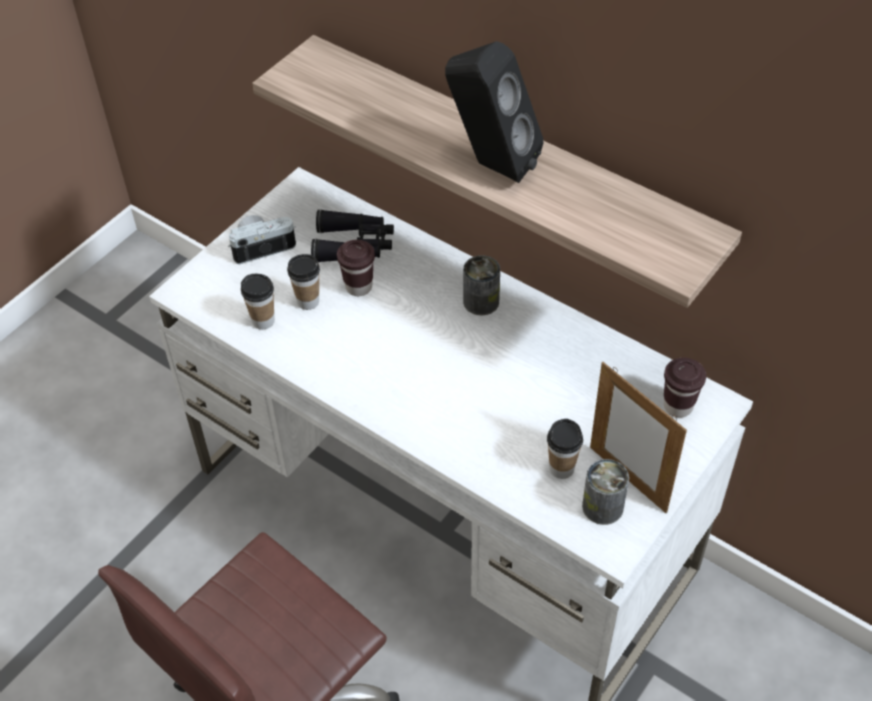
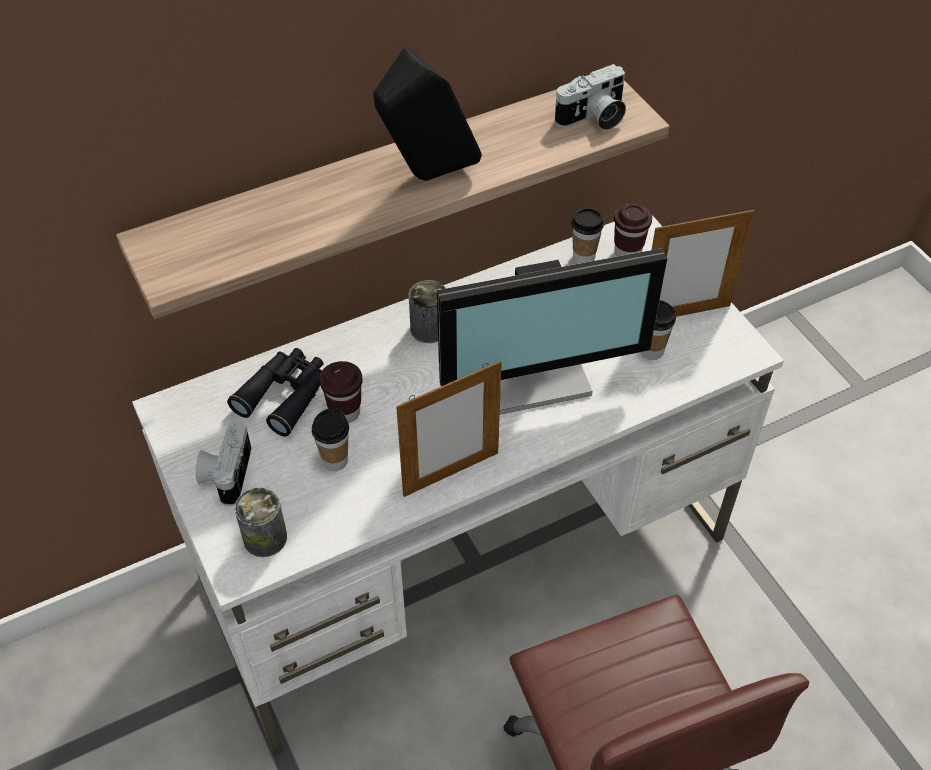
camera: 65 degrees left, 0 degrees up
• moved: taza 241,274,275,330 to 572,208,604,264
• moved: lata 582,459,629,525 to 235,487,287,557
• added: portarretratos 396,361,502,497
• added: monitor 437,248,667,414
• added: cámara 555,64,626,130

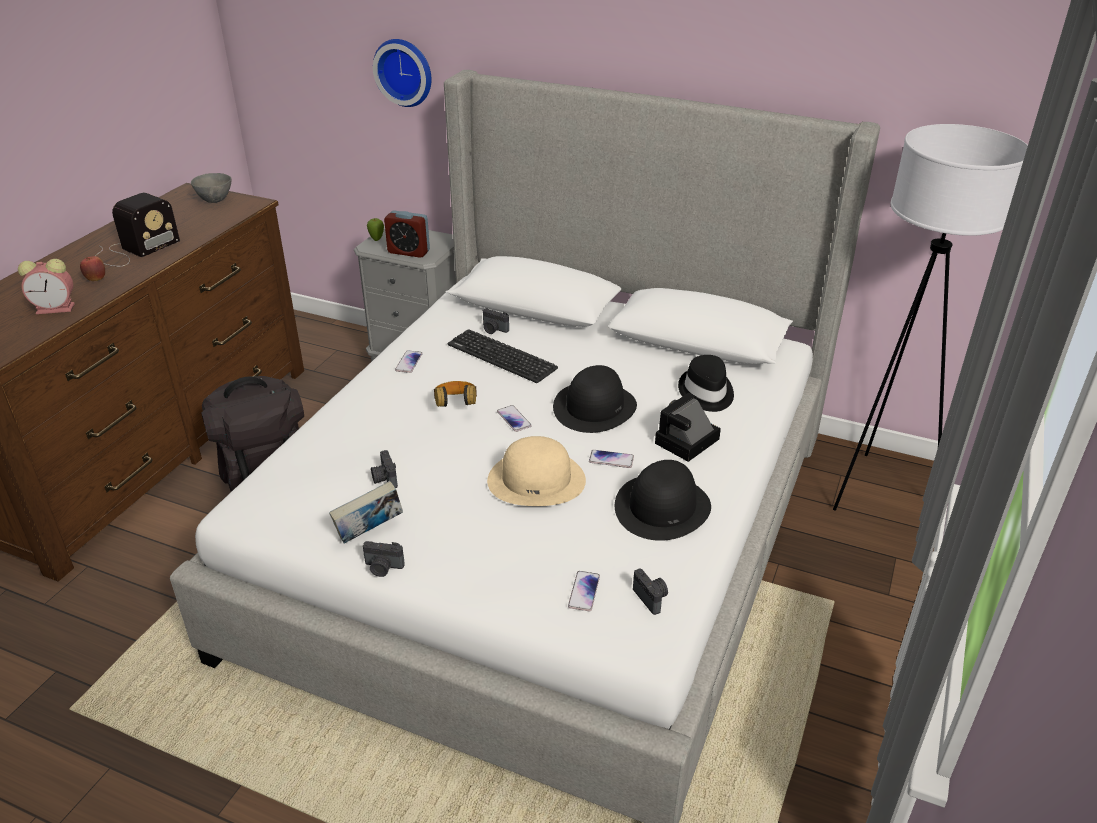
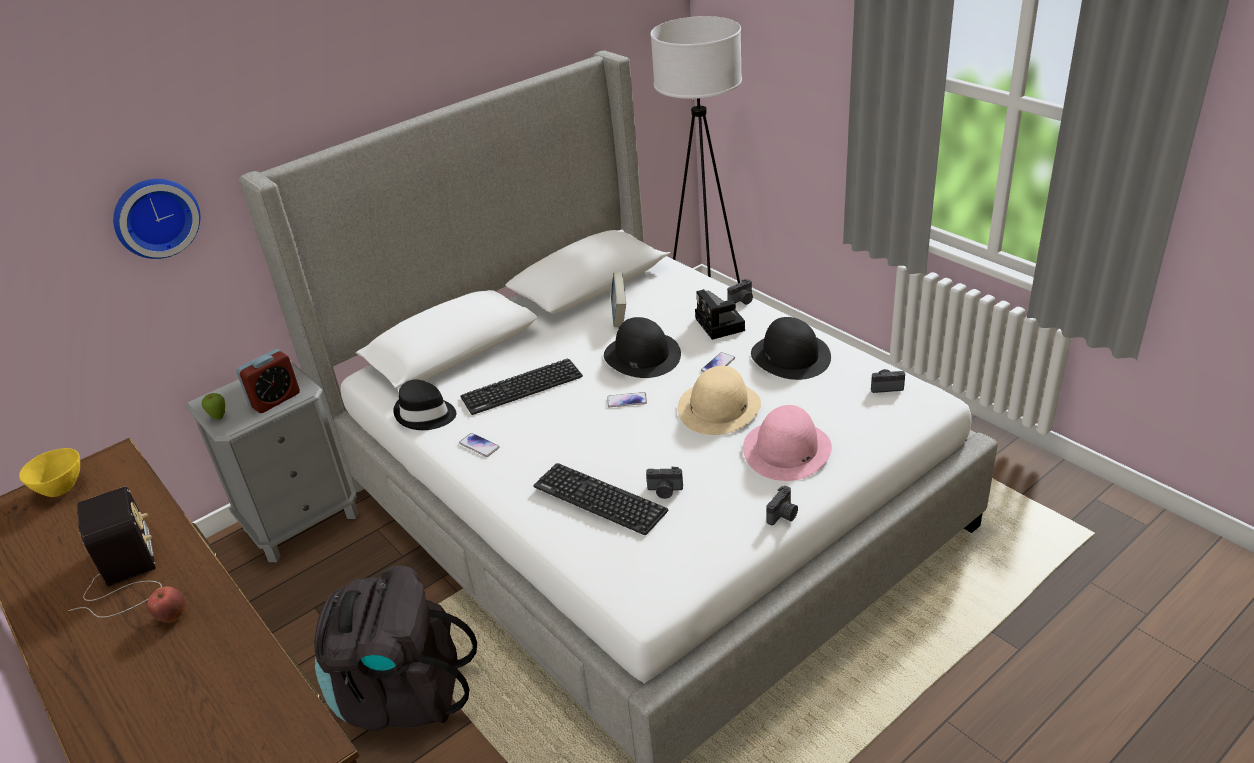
camera: 60 degrees left, 0 degrees up
• removed: despertador 18,259,75,314
• recoloured: cuenco (gris) 191,173,231,203 to cuenco (amarillo) 19,448,80,497
• moved: libro 329,481,403,544 to 611,272,626,327
• removed: auriculares 434,381,477,407
• moved: cámara 483,308,509,334 to 727,279,753,305
• removed: móvil 568,571,600,611
• moved: sombrero (negro) 678,355,734,412 to 393,379,456,430
• added: teclado 533,463,668,535
• added: sombrero (rosa) 743,405,832,481

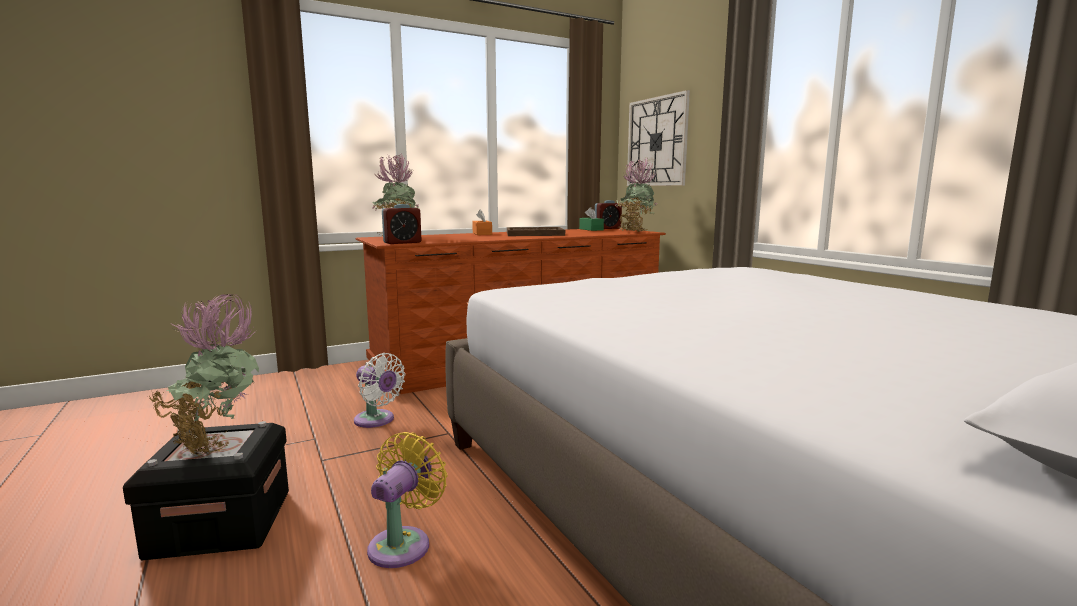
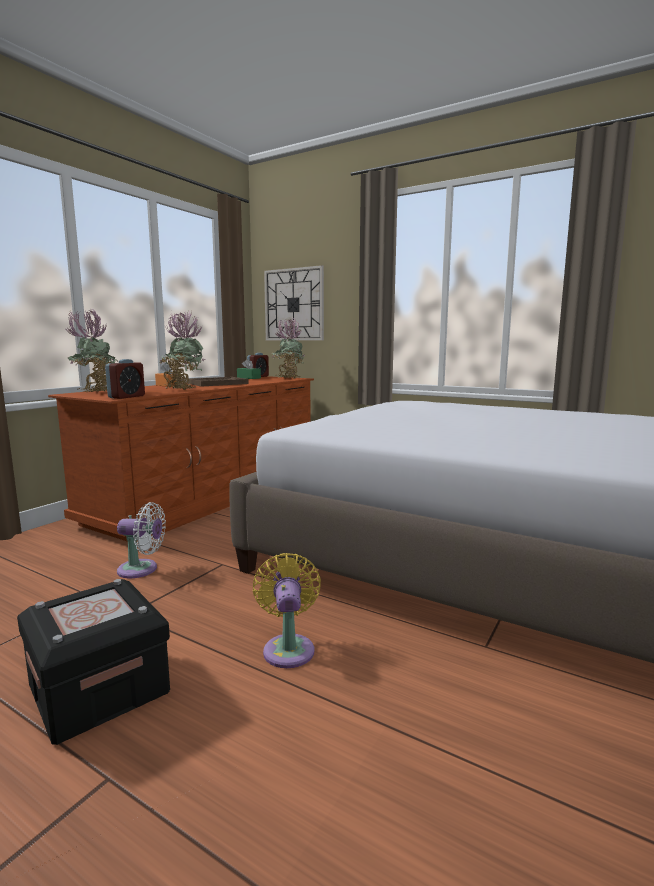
camera: 30 degrees left, 0 degrees up
• moved: planta en maceta 148,294,259,456 to 159,310,205,390

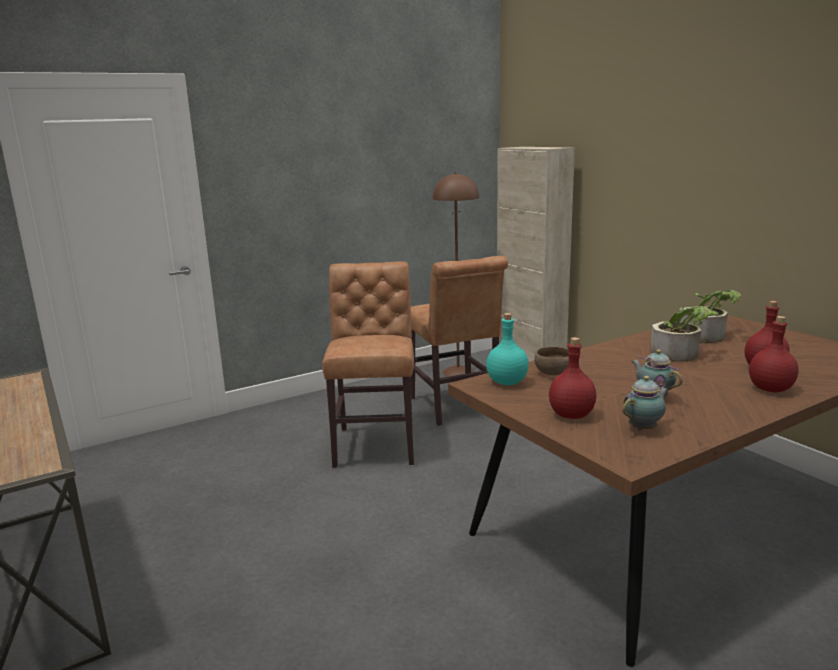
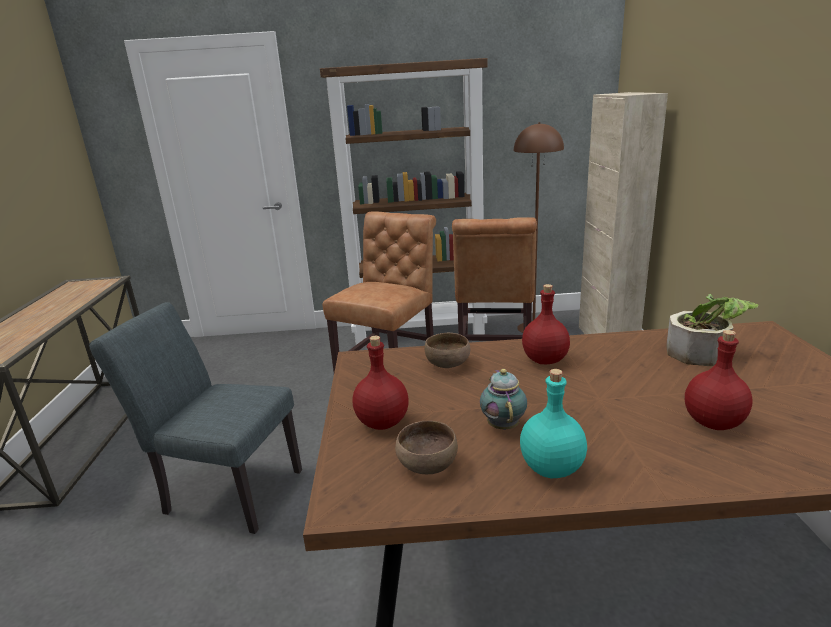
camera: 30 degrees right, 5 degrees up
• moved: botella (turquesa) 486,313,529,385 to 520,369,587,478
• replaced: tetera 623,376,668,431 to cuenco (marrón) 395,421,458,474
• removed: planta en maceta 650,306,718,362
• moved: botella (rojo) 749,316,799,393 to 522,284,570,364
• added: silla (gris) 89,302,302,534
• added: estantería (marrón) 320,58,488,345

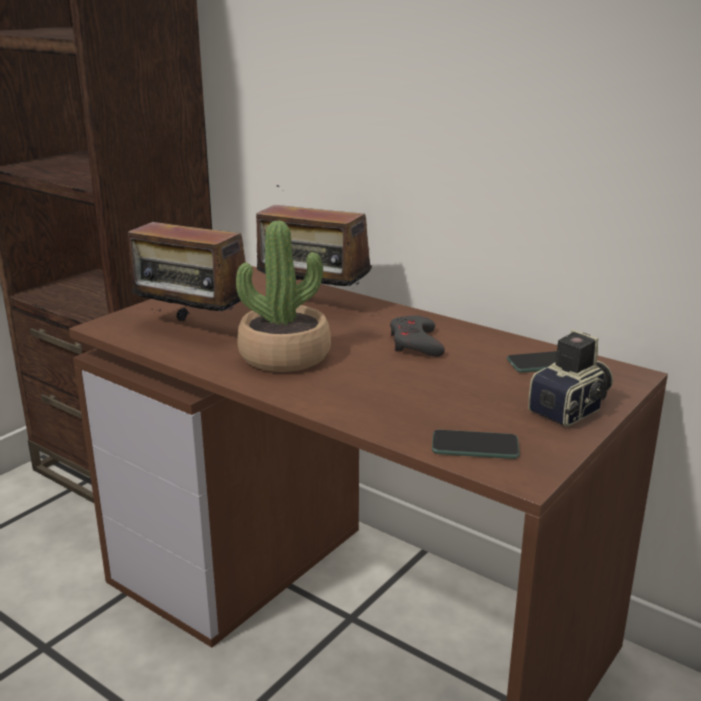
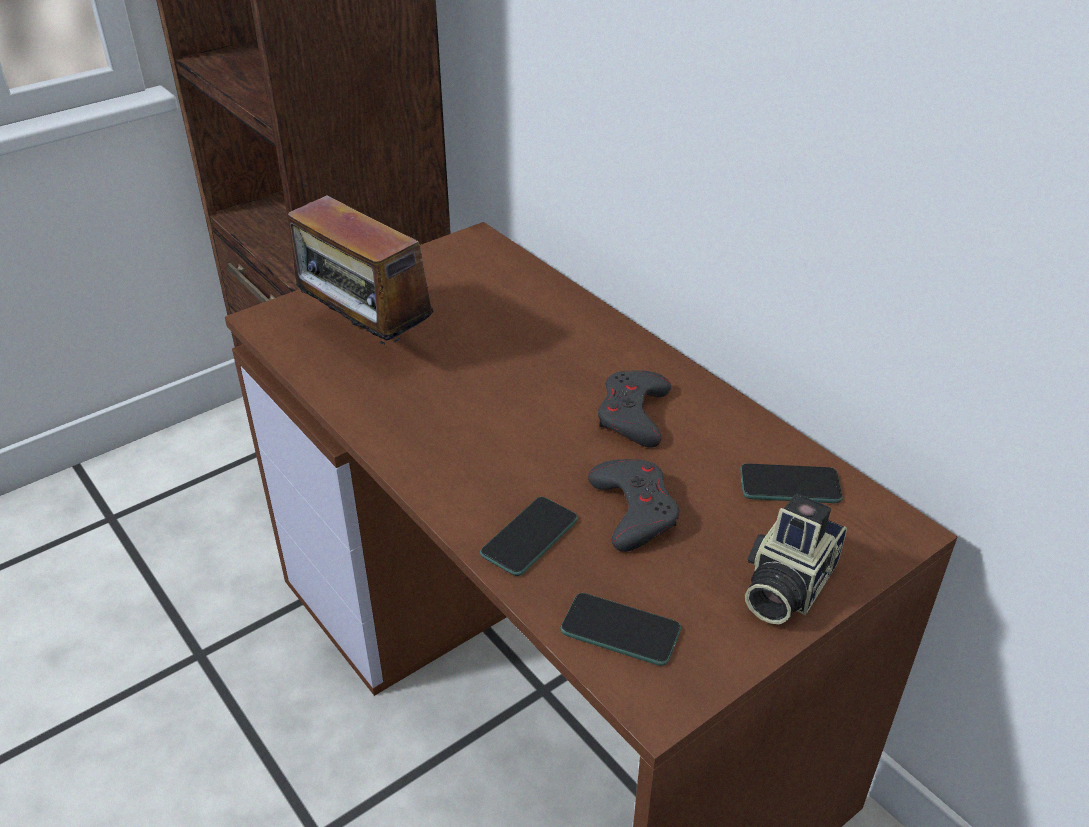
camera: 15 degrees right, 15 degrees up
• removed: planta en maceta 236,221,331,372
• removed: radio 256,185,372,286
• turned: cámara 528,330,613,427 = 745,494,847,624 150 degrees clockwise
• added: móvil 480,497,578,576
• added: mando de consola (gris) 588,459,679,552

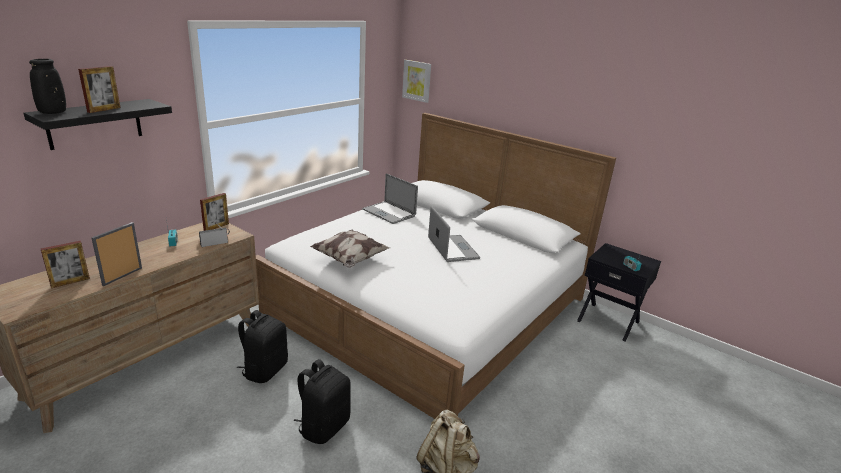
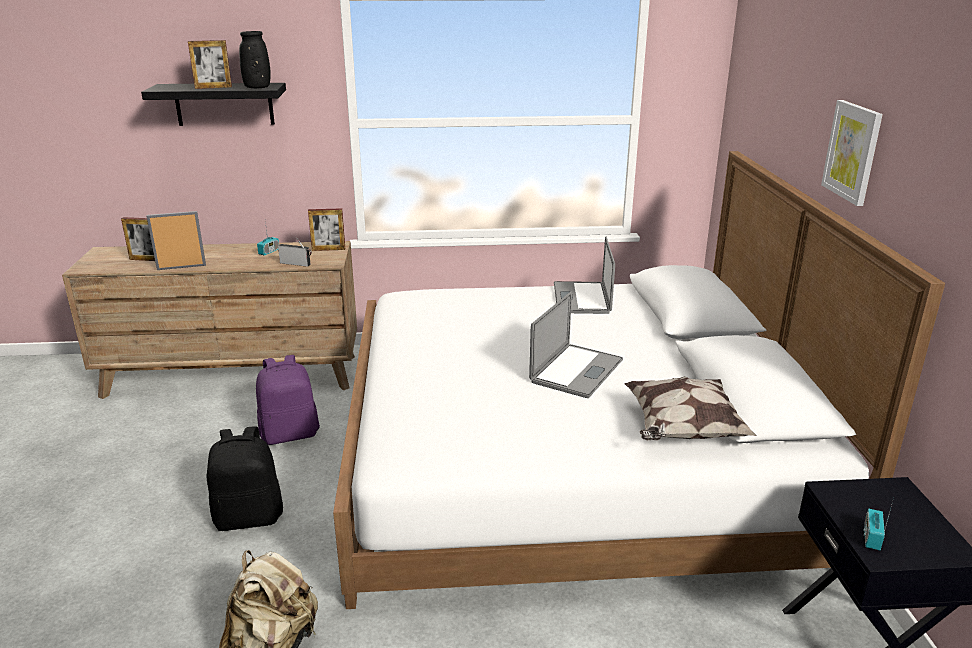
camera: 50 degrees right, 0 degrees up
• moved: florero (negro) 29,59,66,114 to 239,31,271,88
• recoloured: mochila (negro) 237,310,288,383 to mochila (morado) 256,355,320,445
• moved: cojín 310,229,390,268 to 624,376,757,440
• moved: cuadro 402,60,431,103 to 821,100,883,206

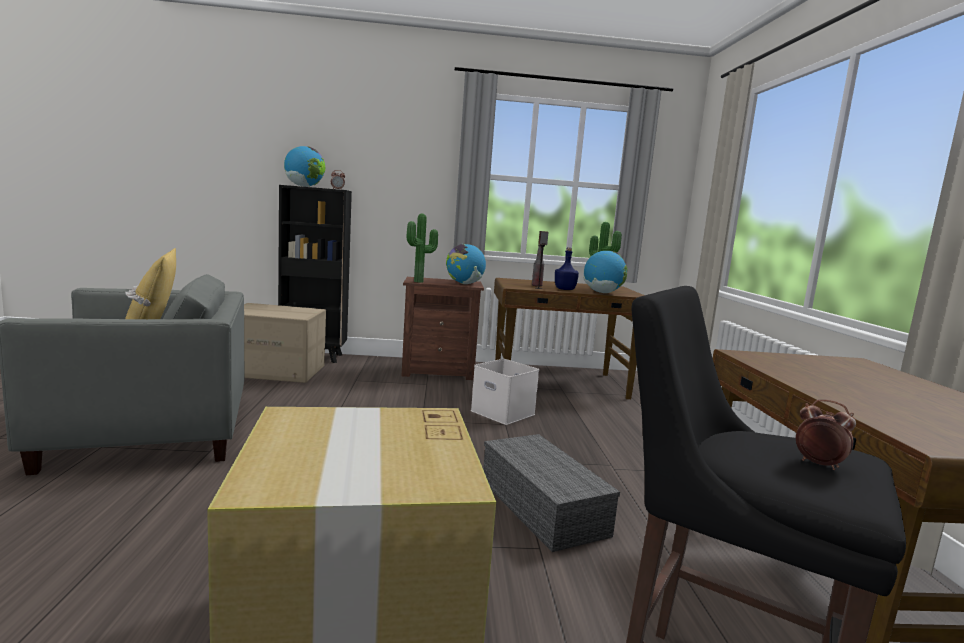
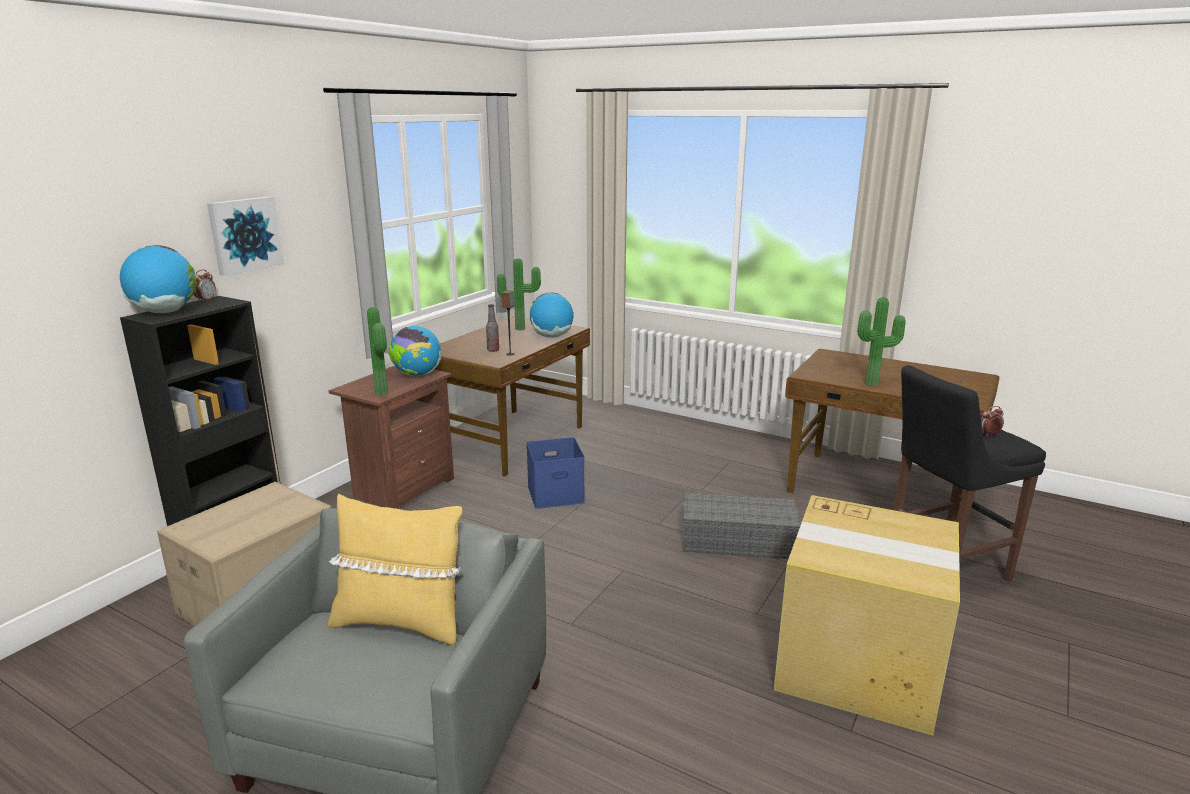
camera: 55 degrees left, 10 degrees up
• recoloured: caja de almacenaje (blanco) 471,359,539,425 to caja de almacenaje (azul) 526,437,585,509
• removed: botella (azul) 555,247,579,290
• added: cuadro 207,196,284,276
• added: planta en maceta 857,297,906,386

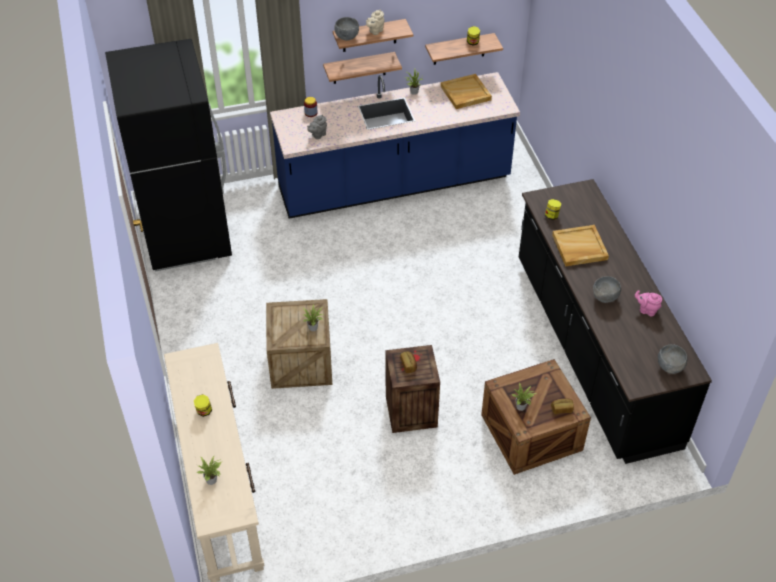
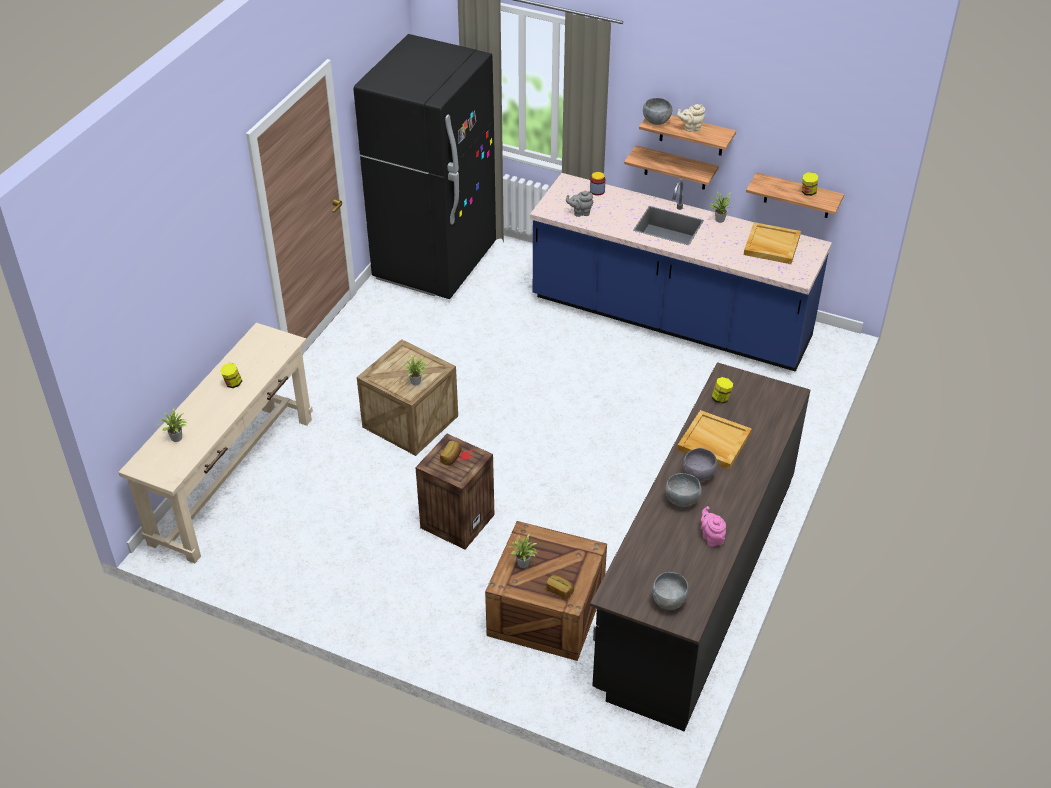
camera: 40 degrees right, 5 degrees down
• added: cuenco (gris) 683,448,718,482

